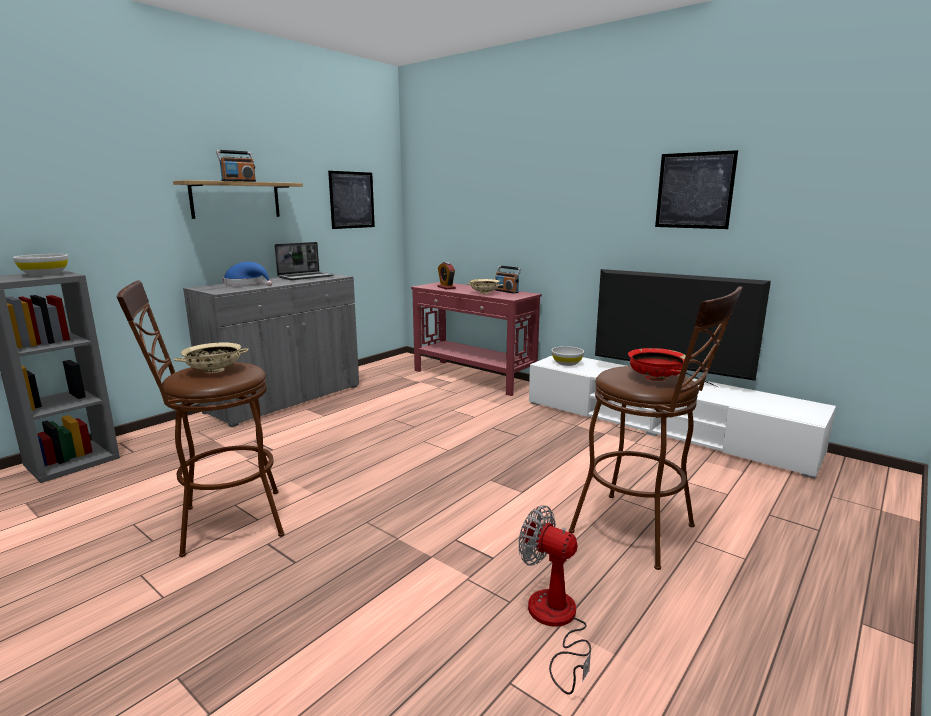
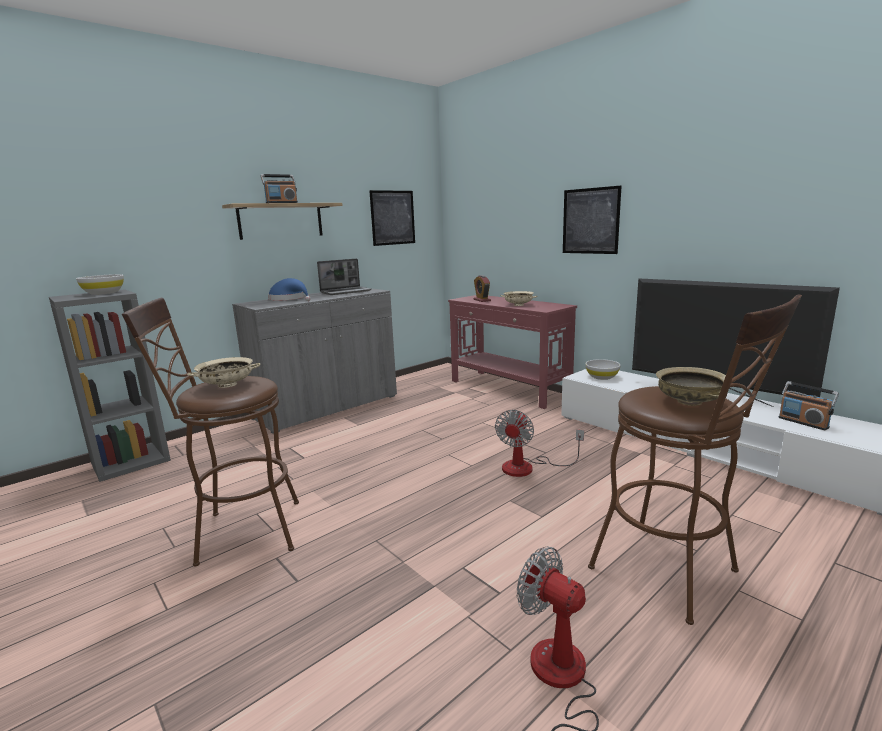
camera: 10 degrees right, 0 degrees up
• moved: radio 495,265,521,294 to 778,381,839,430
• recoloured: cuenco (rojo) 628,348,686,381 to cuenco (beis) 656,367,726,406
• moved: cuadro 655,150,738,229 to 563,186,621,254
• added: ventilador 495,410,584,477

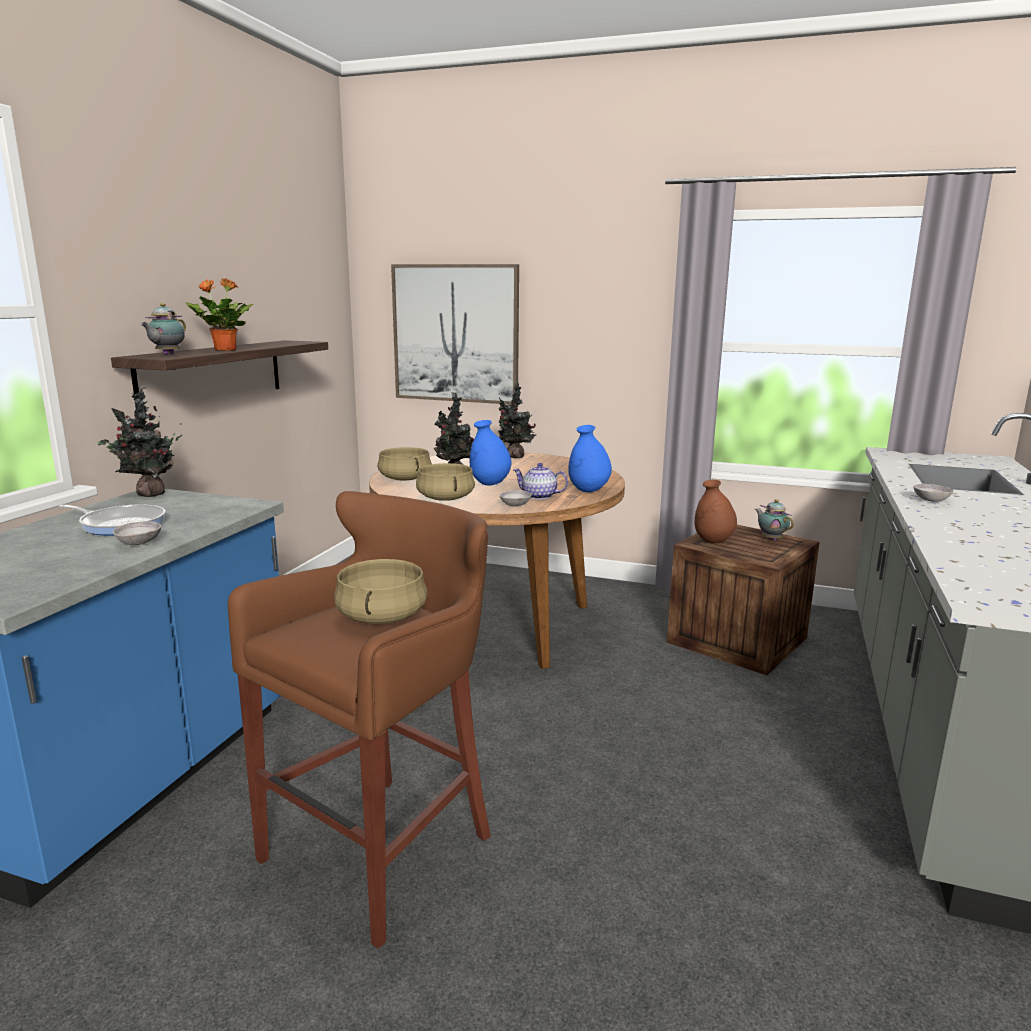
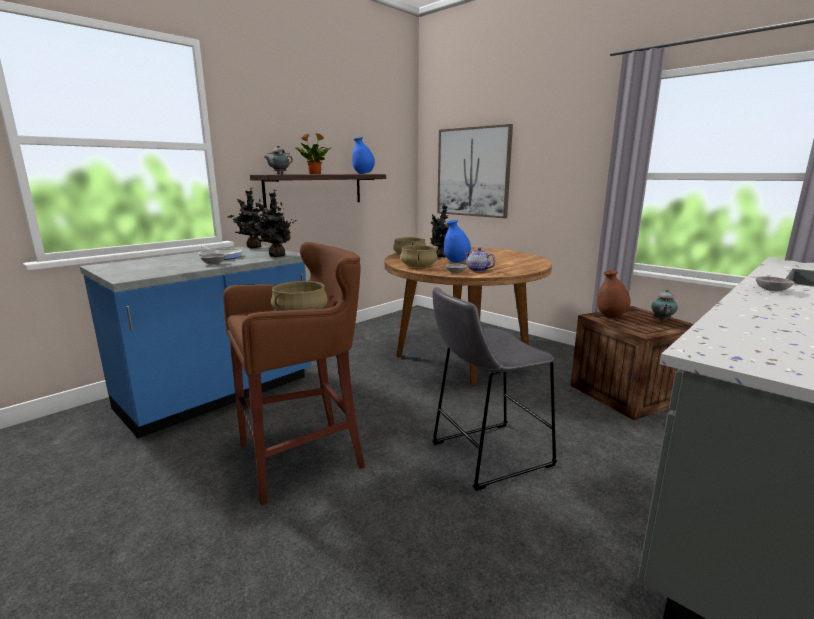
camera: 25 degrees right, 0 degrees up
• moved: planta en maceta 498,382,536,458 to 249,190,296,257
• moved: florero (azul) 568,425,612,492 to 352,137,375,174
• turned: tetera 755,499,794,541 = 651,289,678,321 150 degrees counterclockwise
• added: taburete (gris) 432,287,557,491

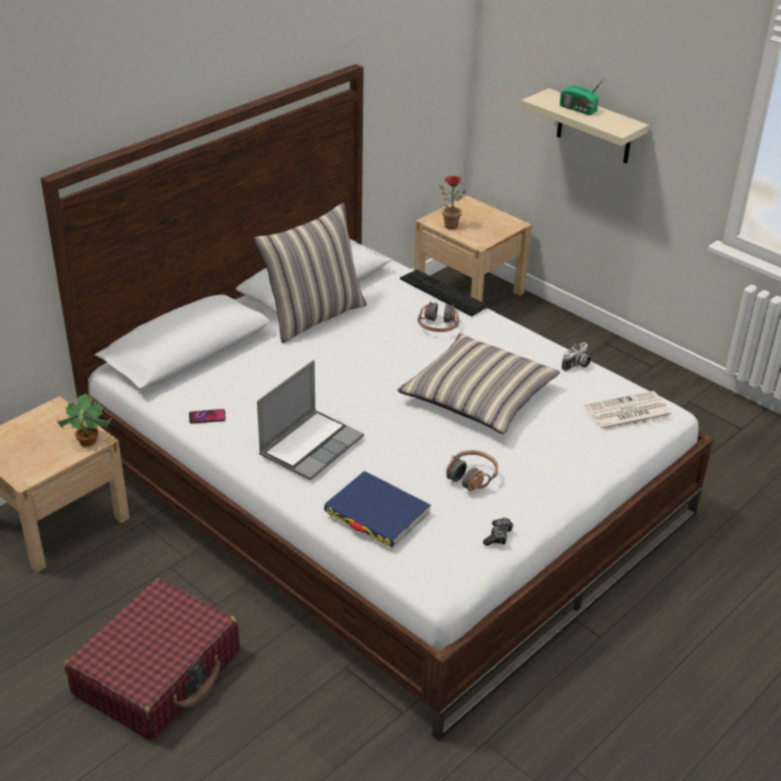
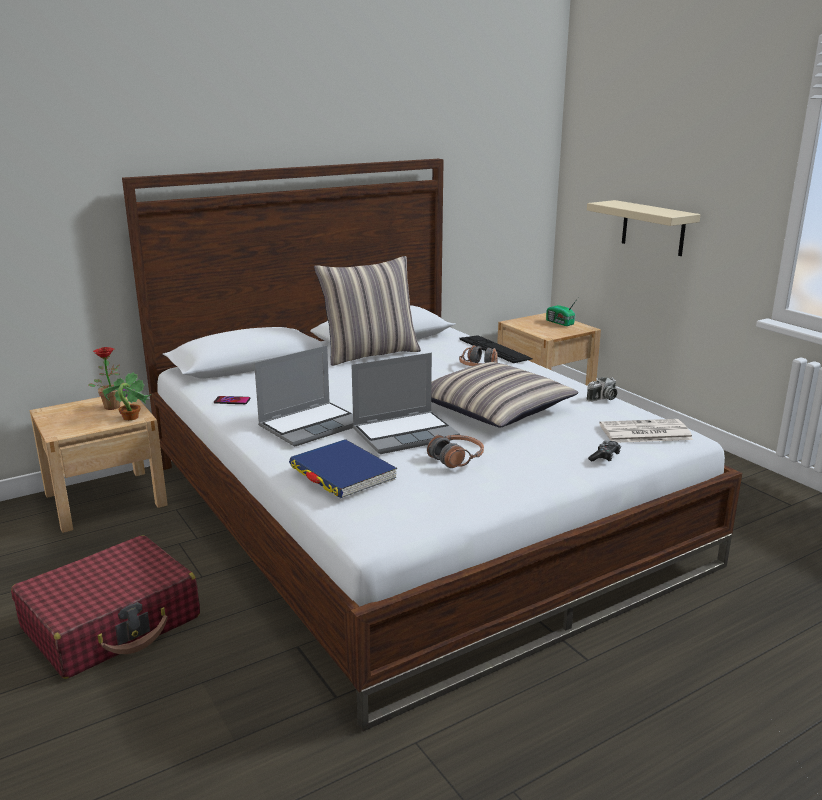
camera: 15 degrees right, 15 degrees down
• moved: planta en maceta 439,176,466,229 to 88,347,120,410
• moved: mando de consola 483,518,513,546 to 588,441,621,461
• moved: radio 560,77,605,115 to 546,298,578,326
• added: portátil 351,353,460,454

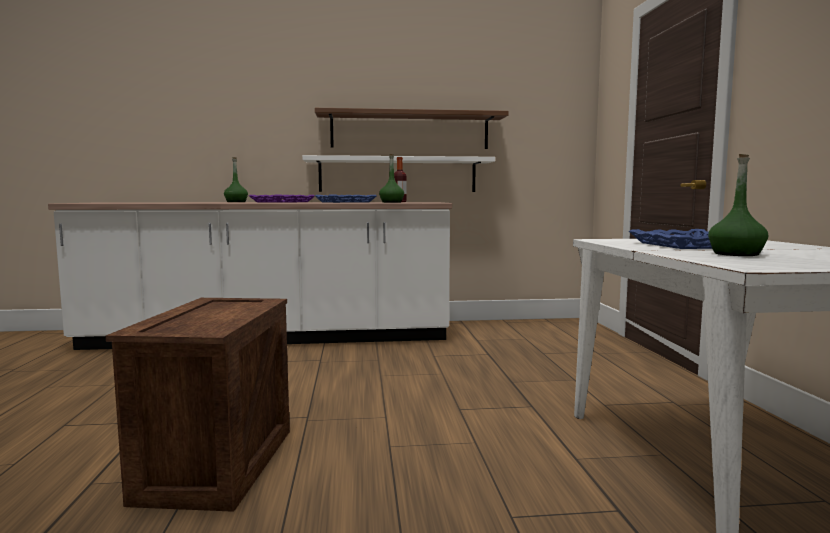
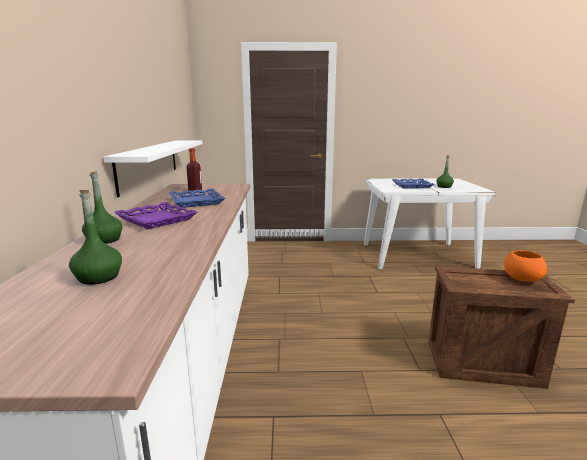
camera: 85 degrees left, 10 degrees up
• removed: estante (marrón) 315,108,509,149
• moved: botella (verde) 379,154,404,203 to 69,190,122,285
• added: cuenco (naranja) 504,250,547,282

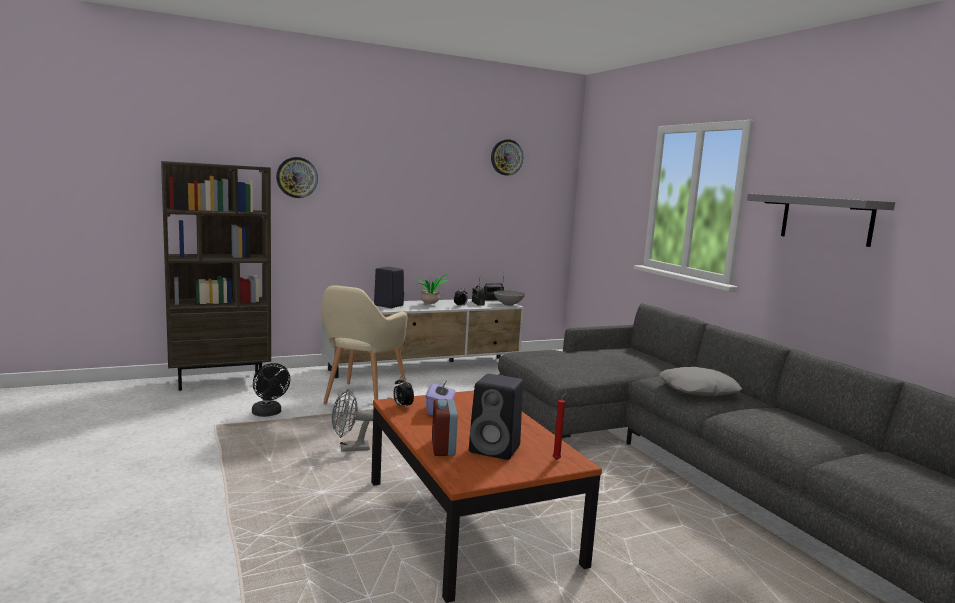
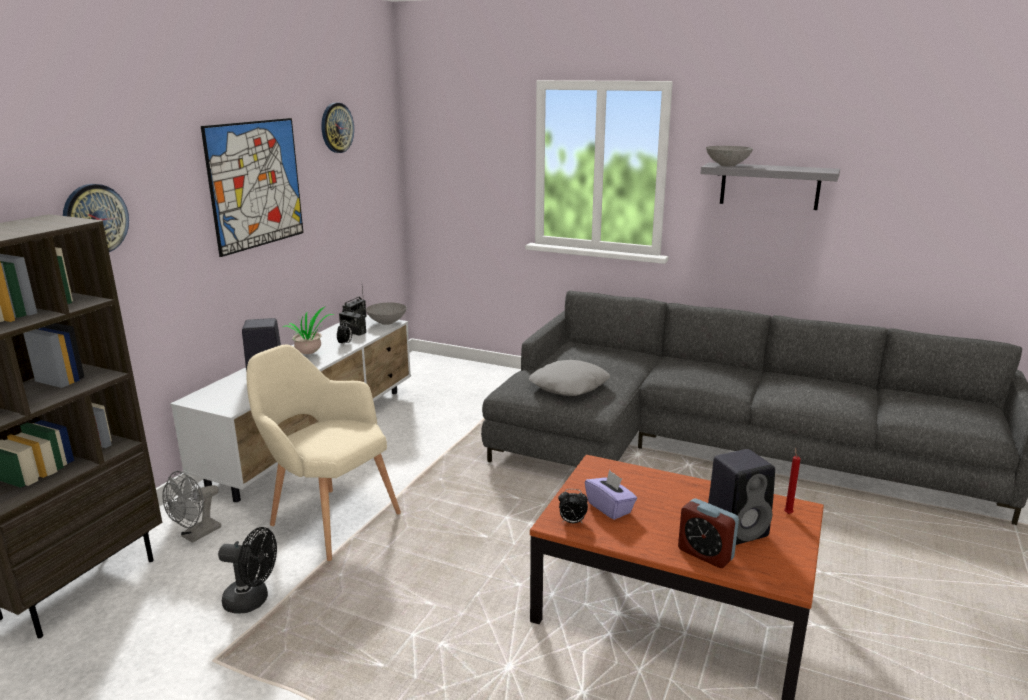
camera: 40 degrees left, 10 degrees up
• turned: sillón (beis) 321,285,407,404 = 246,345,401,561 150 degrees clockwise
• moved: ventilador (gris) 332,389,373,452 to 162,471,221,543
• moved: cojín (gris) 660,367,742,396 to 529,360,610,396
• added: cuadro 201,118,304,257
• added: cuenco (gris) 706,146,753,167

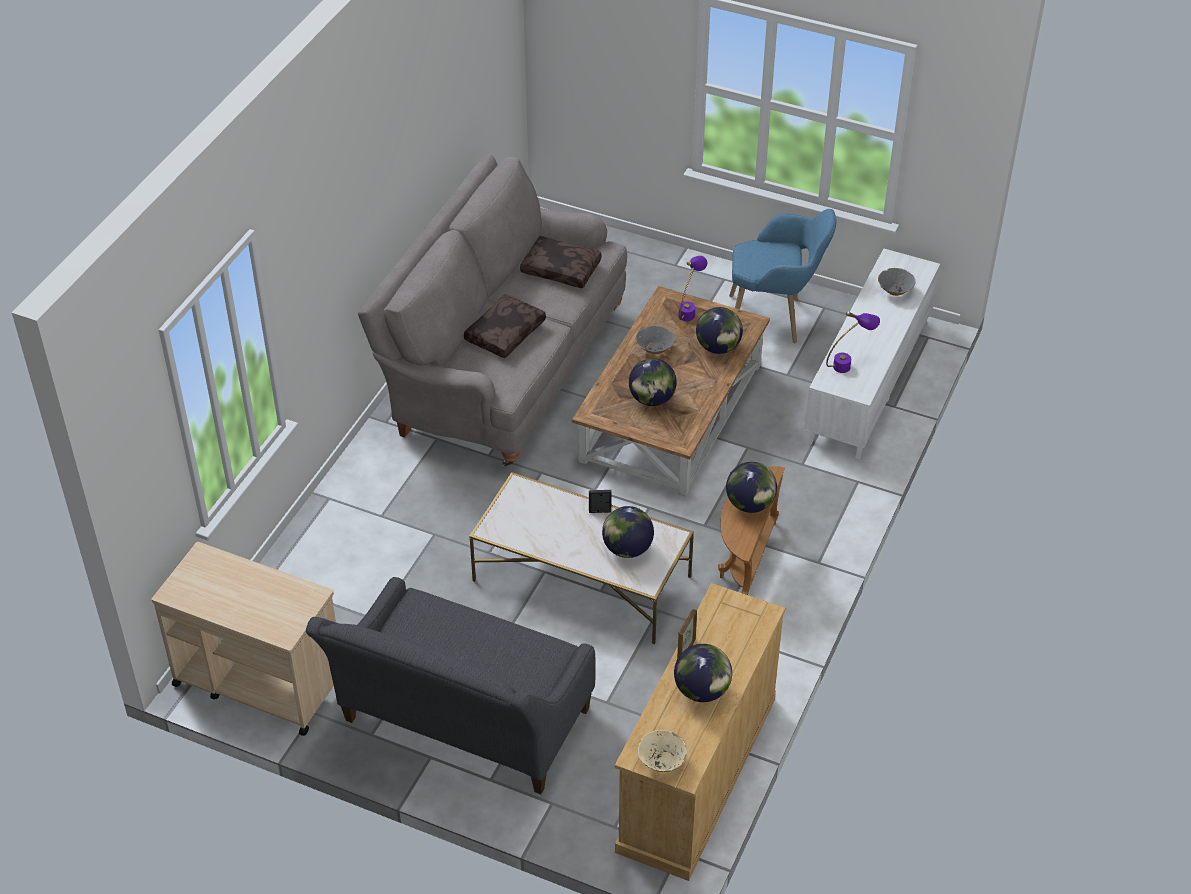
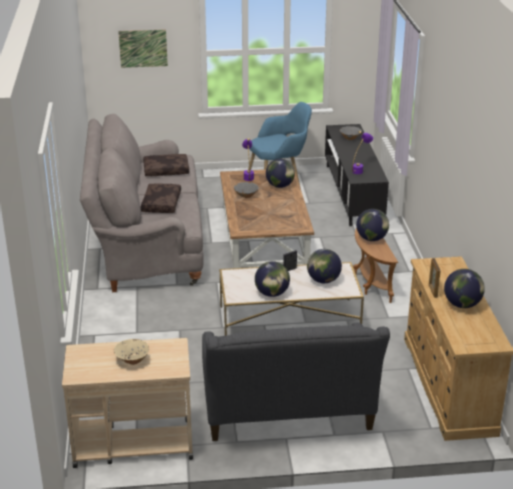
camera: 30 degrees left, 15 degrees down
• moved: globo terráqueo 629,358,677,406 to 255,261,290,297
• moved: cuenco (beis) 638,730,687,772 to 114,339,149,365
• recoloured: mueble de televisión (blanco) 805,249,940,459 to mueble de televisión (negro) 325,124,389,226
• added: cuadro 118,30,168,68

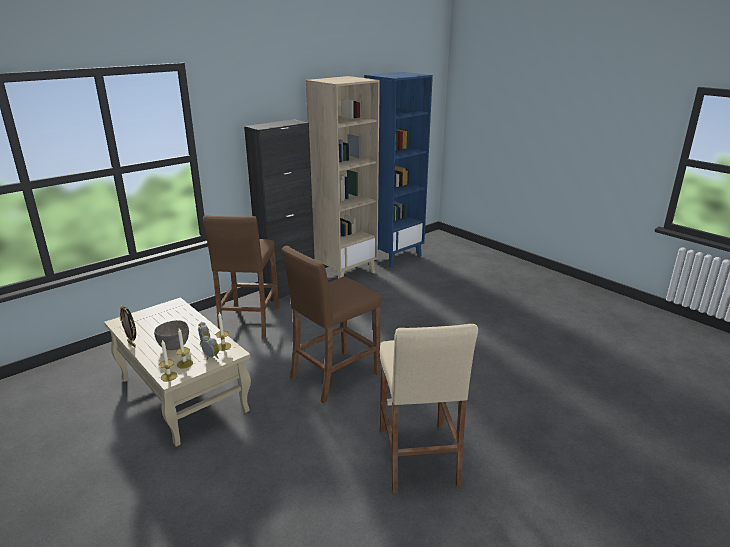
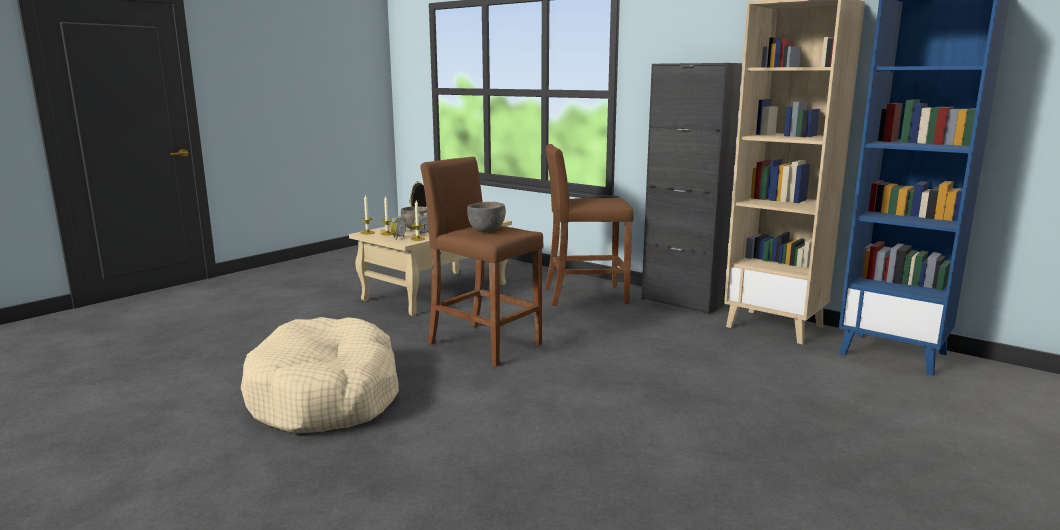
camera: 80 degrees right, 10 degrees down
• replaced: taburete (beis) 380,324,478,493 to cama para perro (beis) 241,317,399,434
• added: cuenco (gris) 467,202,506,232

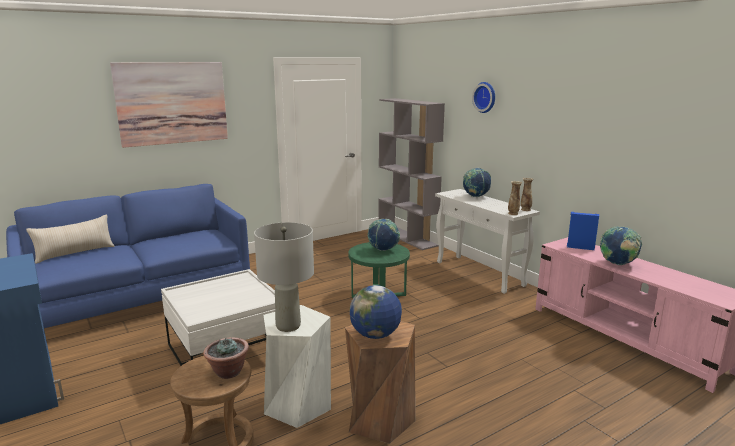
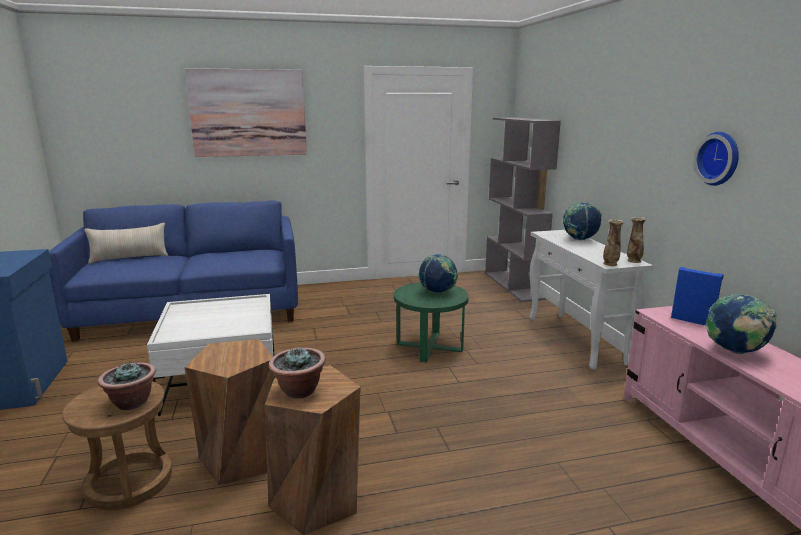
camera: 20 degrees right, 0 degrees up
• removed: lámpara de mesa (gris) 254,222,314,332
• recoloured: taburete (blanco) 263,305,331,428 to taburete (marrón) 185,339,274,486
• replaced: globo terráqueo 349,285,402,339 to planta en maceta 269,346,326,398
• moved: reloj de pared 472,82,495,113 to 694,132,739,186

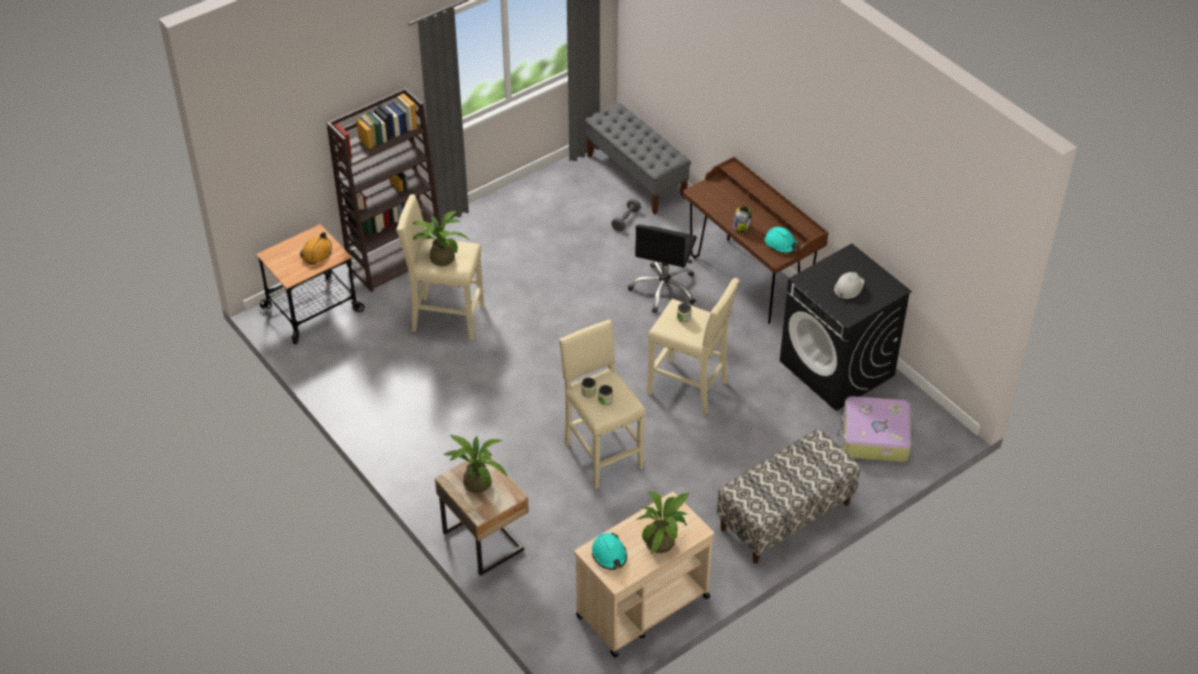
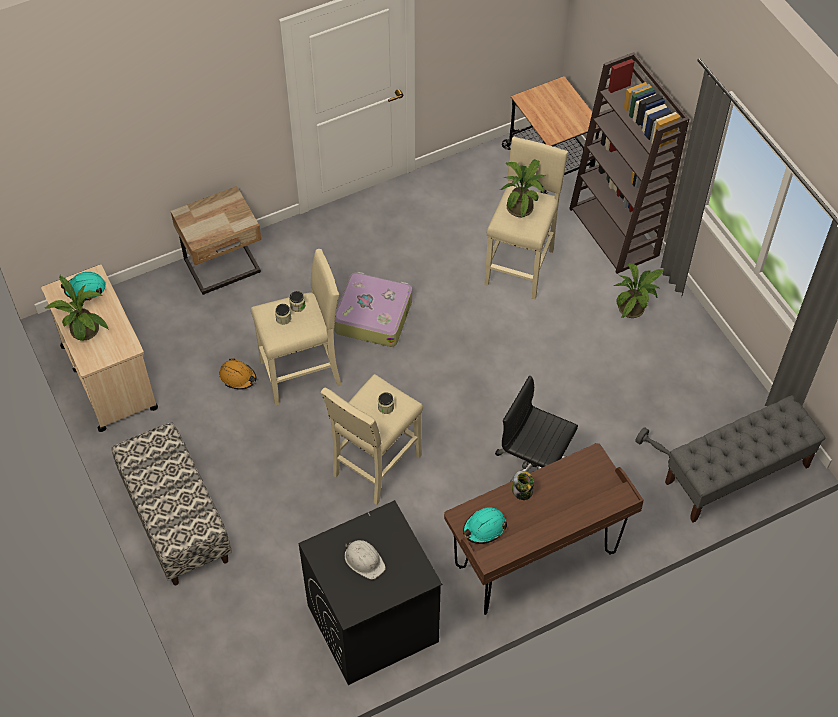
camera: 100 degrees right, 10 degrees up
• moved: casco (naranja) 300,232,332,264 to 219,358,256,390
• moved: planta en maceta 444,435,507,493 to 614,263,664,318
• moved: maleta 837,396,911,462 to 334,272,412,347

